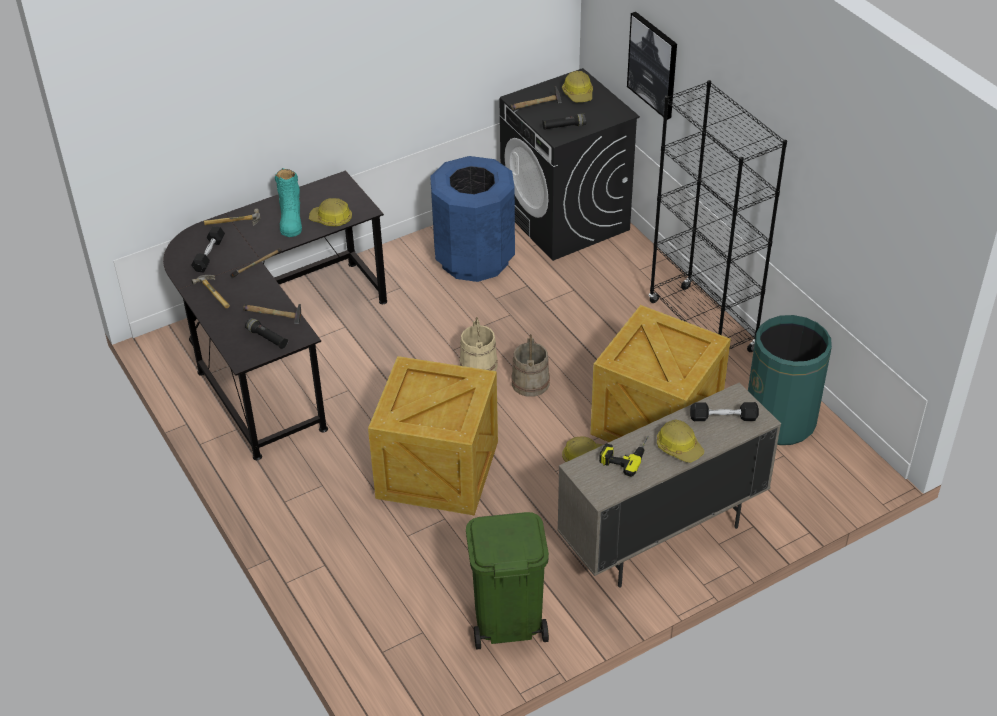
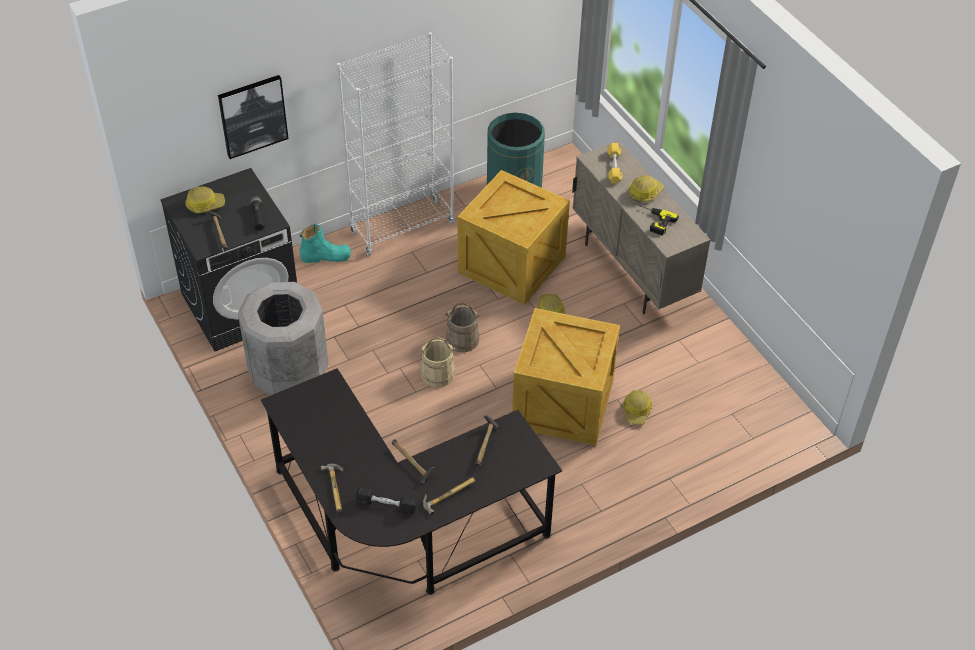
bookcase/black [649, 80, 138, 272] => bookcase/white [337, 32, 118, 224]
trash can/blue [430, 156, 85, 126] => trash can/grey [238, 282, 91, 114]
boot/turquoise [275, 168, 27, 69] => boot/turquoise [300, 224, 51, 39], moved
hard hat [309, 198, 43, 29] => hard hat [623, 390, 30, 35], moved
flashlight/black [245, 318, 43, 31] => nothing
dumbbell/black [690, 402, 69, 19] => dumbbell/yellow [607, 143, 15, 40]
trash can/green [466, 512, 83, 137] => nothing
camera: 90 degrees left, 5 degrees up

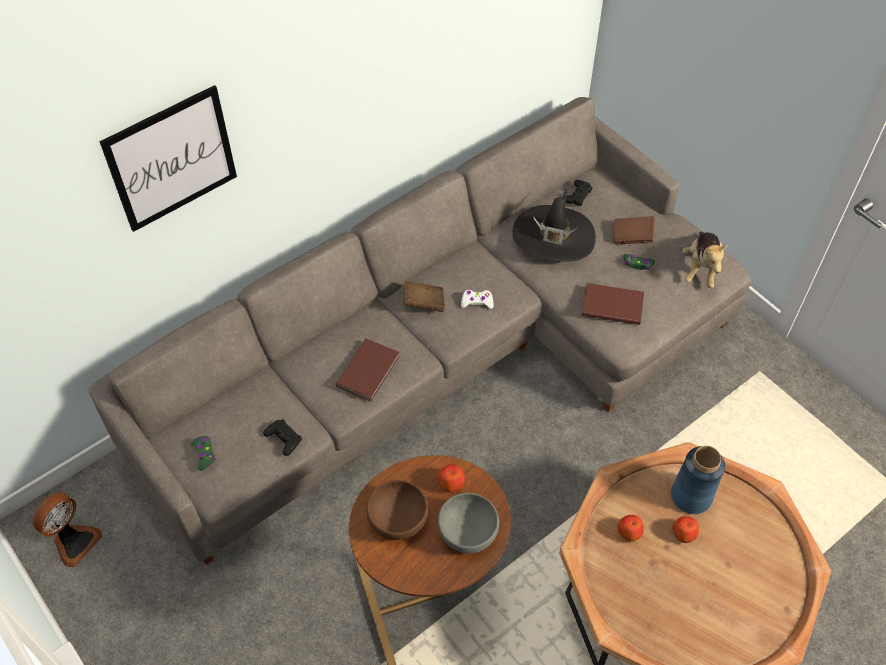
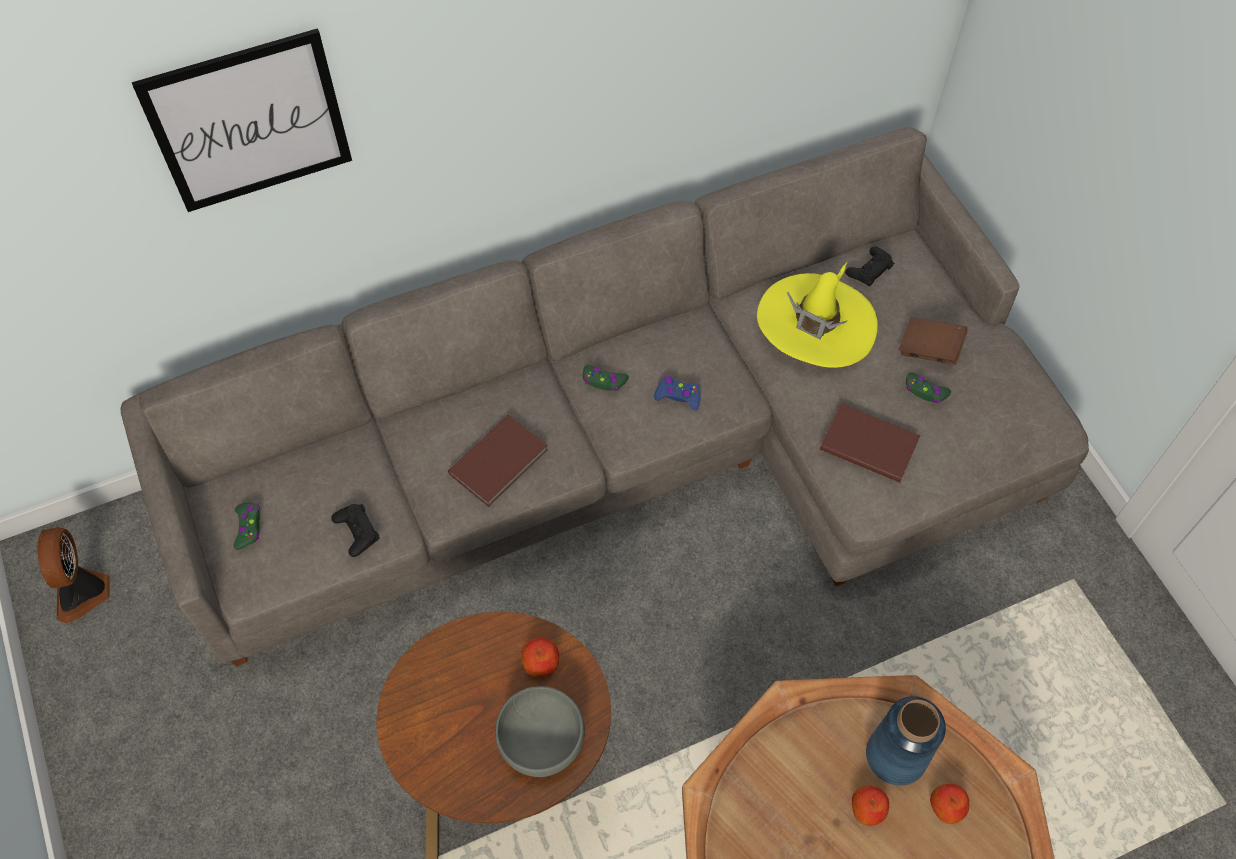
hat/black [512, 189, 84, 73] => hat/yellow [757, 261, 121, 107]
plush toy [682, 232, 46, 56] => nothing
book/brown [402, 281, 43, 31] => game controller/green [583, 365, 46, 26]
game controller/white [461, 290, 32, 19] => game controller/blue [654, 376, 47, 35]
bowl/brown [367, 480, 61, 60] => nothing
fan [33, 492, 69, 75] => fan [38, 527, 72, 96], 120 degrees clockwise
apple [617, 515, 27, 27] => apple [930, 784, 39, 40], moved
camera: 15 degrees right, 5 degrees up

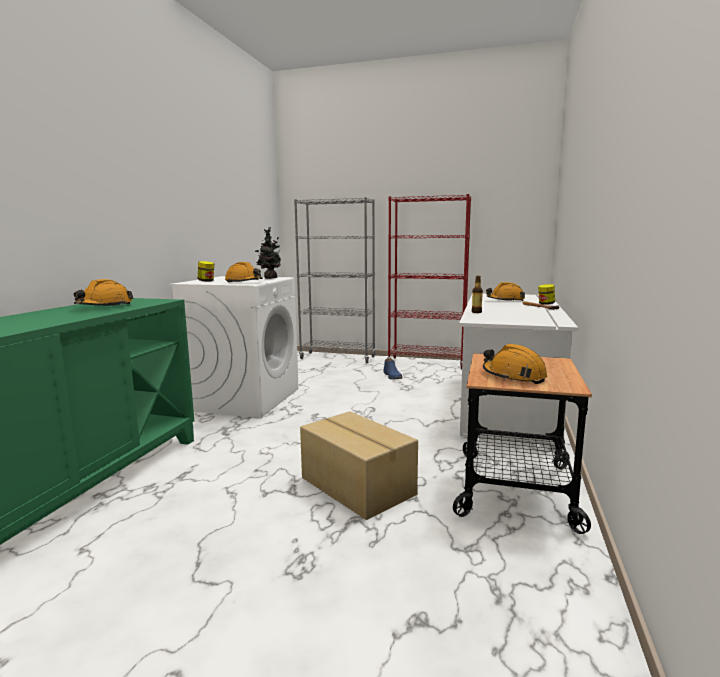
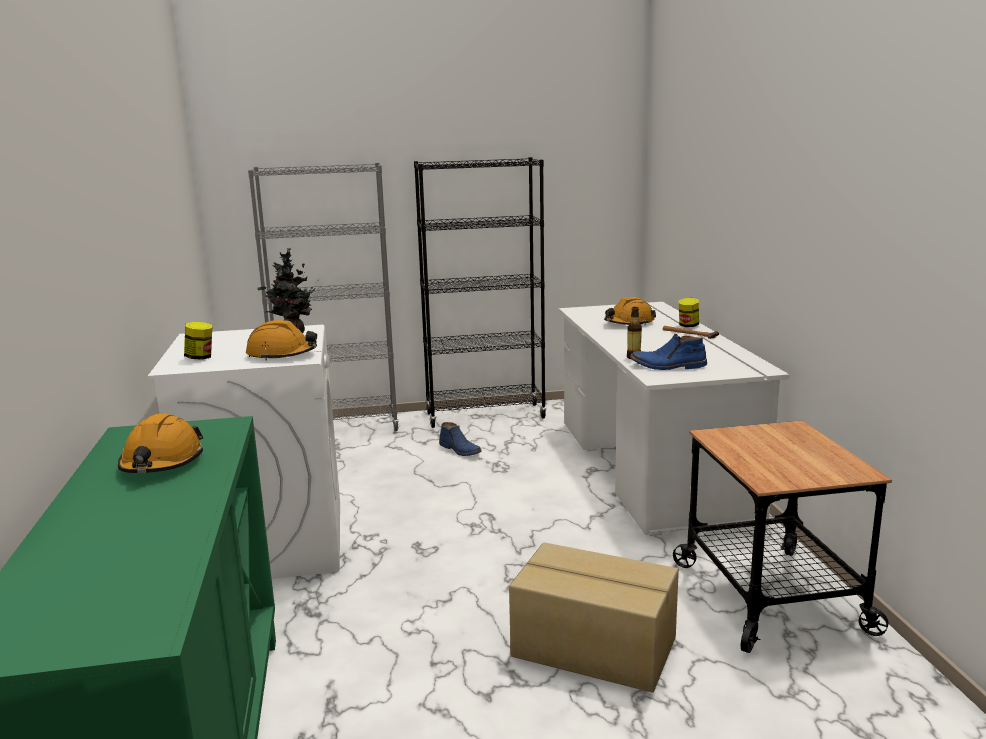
bookcase/red [387, 194, 84, 175] => bookcase/black [414, 157, 133, 271]
hard hat/orange [483, 344, 65, 40] => nothing
nothing => boot/blue [630, 334, 77, 36]
camera: 25 degrees left, 5 degrees up

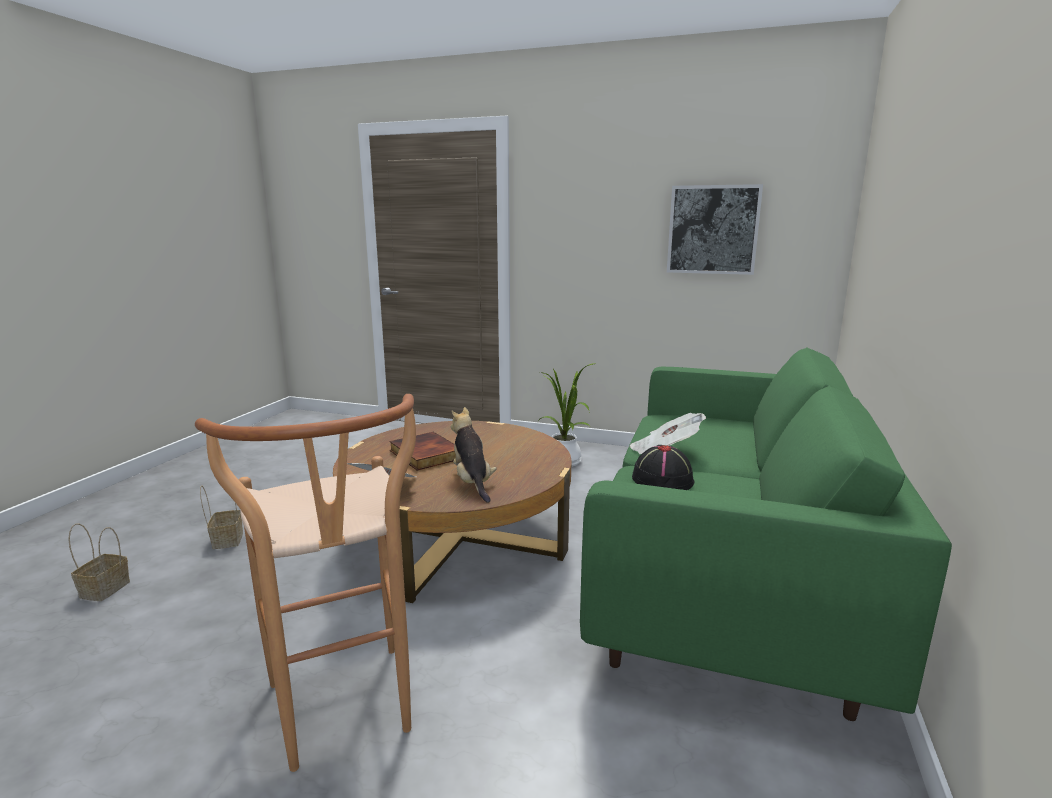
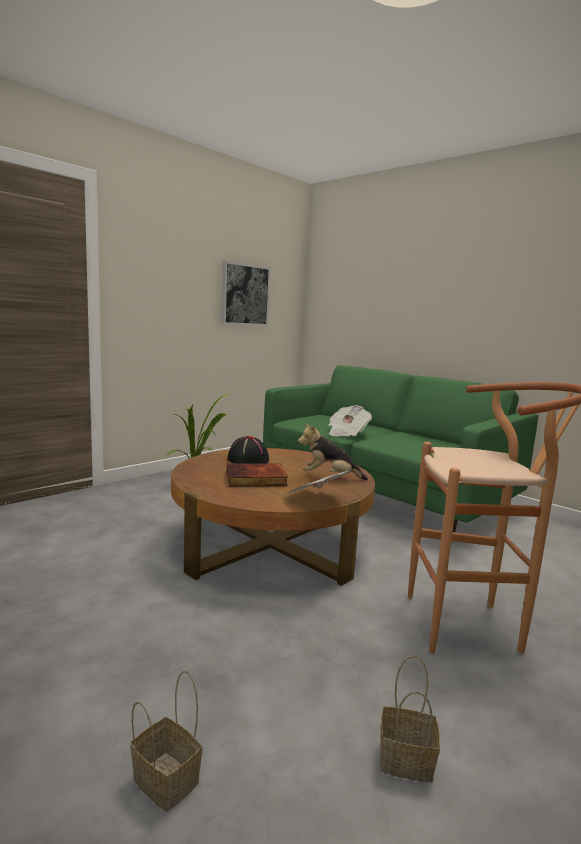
hat/black [632, 445, 62, 45] => hat/black [227, 436, 42, 27], moved
basket [200, 485, 43, 64] => basket [380, 655, 60, 128], moved
camera: 65 degrees left, 5 degrees down

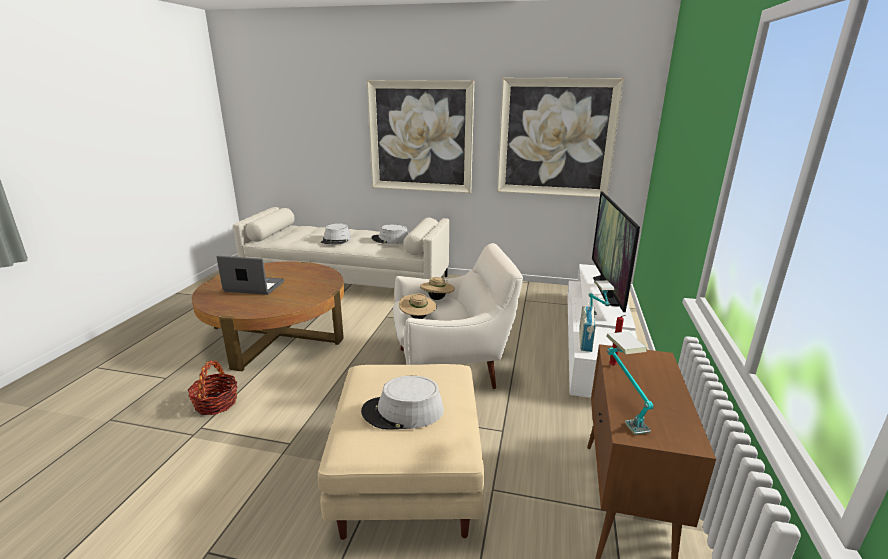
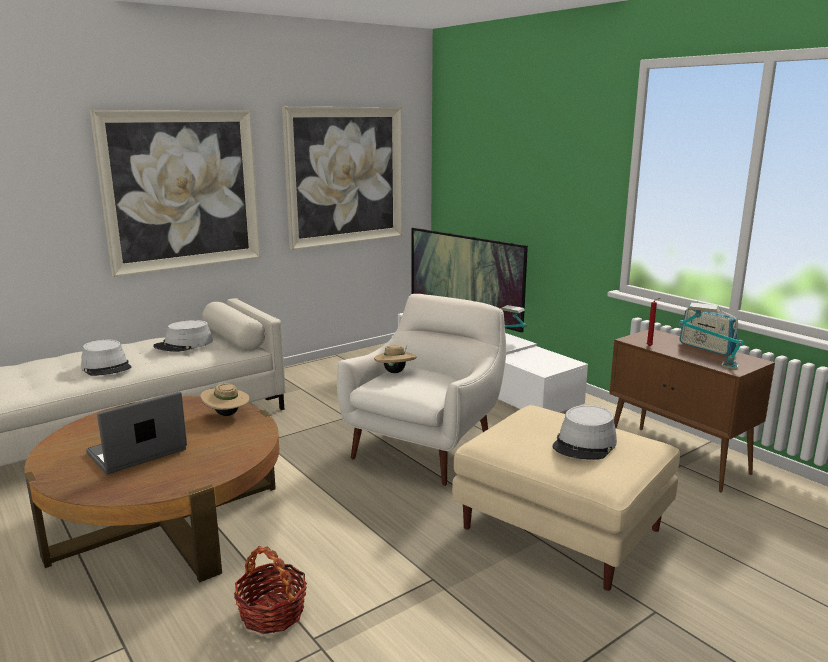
hat/beige [399, 293, 38, 26] => hat/beige [200, 383, 50, 33], moved
radio [579, 302, 17, 50] => radio [680, 301, 58, 55], moved
camera: 50 degrees left, 5 degrees down

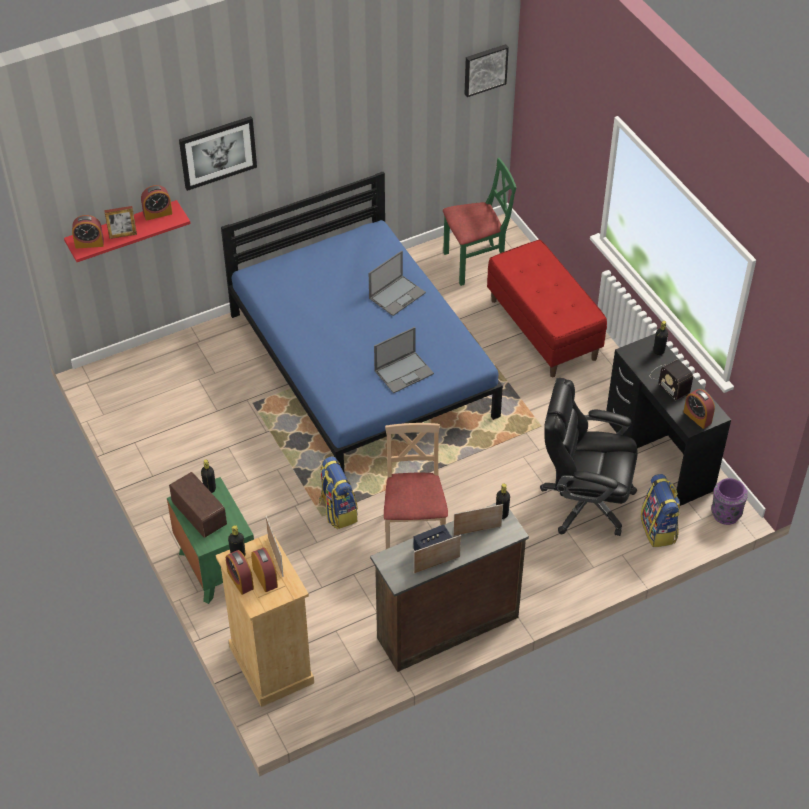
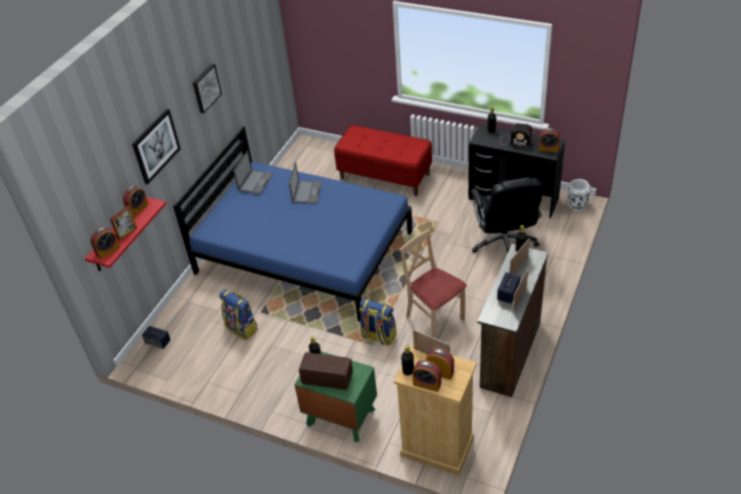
picture [465, 44, 44, 53] => picture [193, 64, 29, 49], moved
chair/green [443, 158, 73, 128] => nothing
laptop [374, 327, 60, 66] => laptop [233, 151, 40, 44], moved
office chair/black [540, 378, 98, 158] => office chair/black [471, 177, 71, 76], 75 degrees counterclockwise
backpack [641, 474, 40, 73] => backpack [219, 289, 39, 51], moved
vase/purple [711, 478, 37, 47] => vase/white [567, 179, 24, 32]
nothing => speaker [142, 326, 29, 23]
camera: 35 degrees left, 5 degrees down

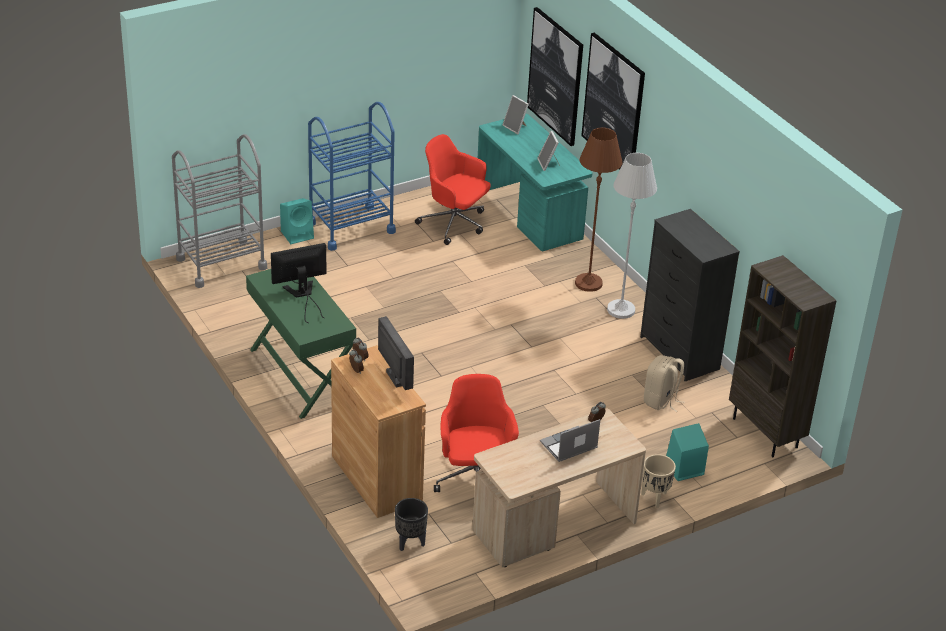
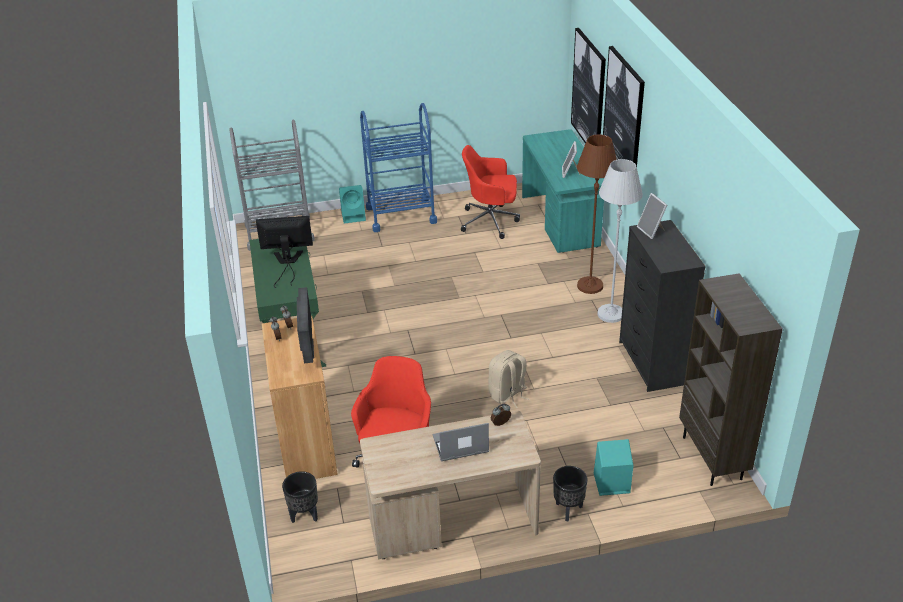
picture frame [503, 95, 26, 39] => picture frame [637, 193, 30, 46], moved
office chair/red [415, 134, 76, 111] => office chair/red [461, 145, 59, 94], 45 degrees counterclockwise
backpack/beige [644, 355, 41, 57] => backpack/beige [489, 350, 41, 58], moved
planter/beige [641, 454, 35, 54] => planter/black [553, 466, 34, 56]
camera: 20 degrees right, 0 degrees up

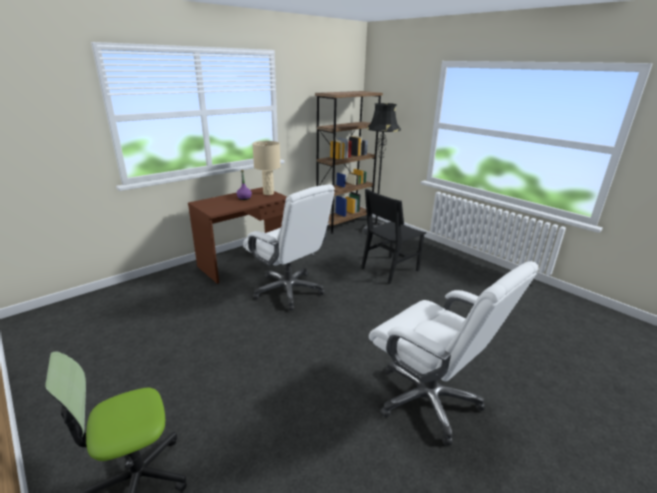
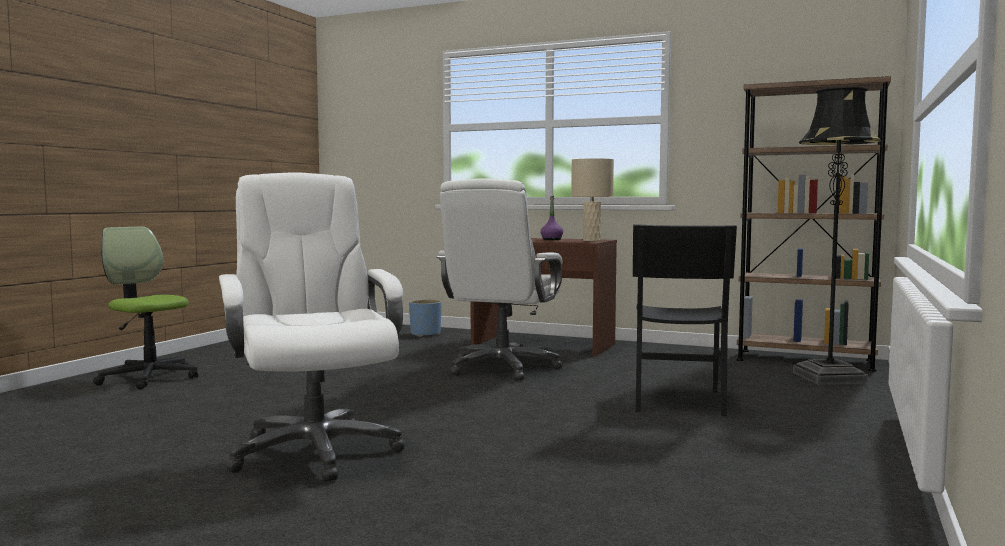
chair/black [361, 189, 65, 95] => chair/black [633, 224, 104, 192], 105 degrees counterclockwise
office chair/white [369, 261, 170, 184] => office chair/white [219, 172, 186, 310], 135 degrees clockwise
nothing => planter/blue [409, 299, 33, 38]
camera: 65 degrees right, 20 degrees down

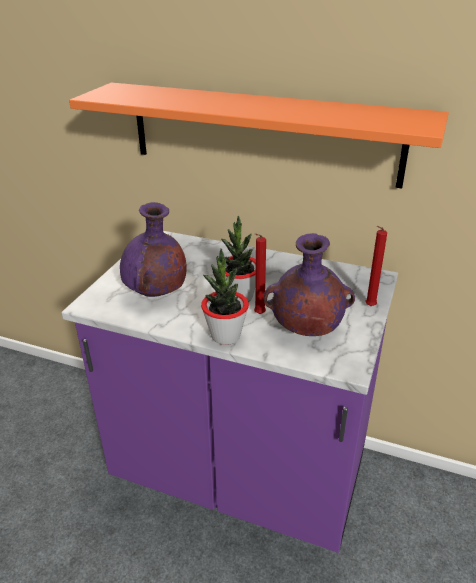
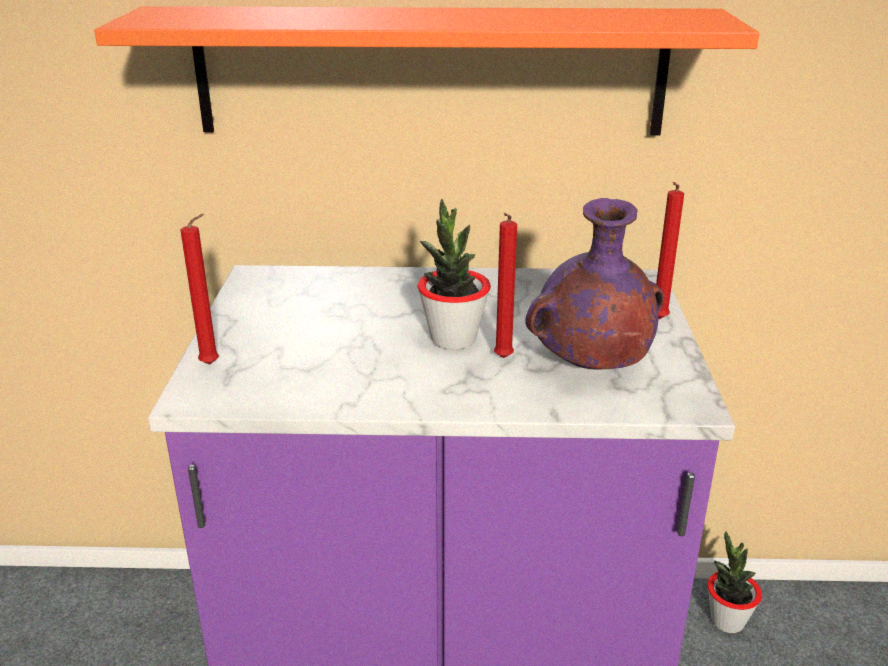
vase/purple [120, 202, 67, 95] => nothing
potted plant [201, 248, 48, 97] => potted plant [708, 531, 54, 102], moved
nothing => candle/red [180, 214, 39, 151]
camera: 20 degrees left, 5 degrees down

